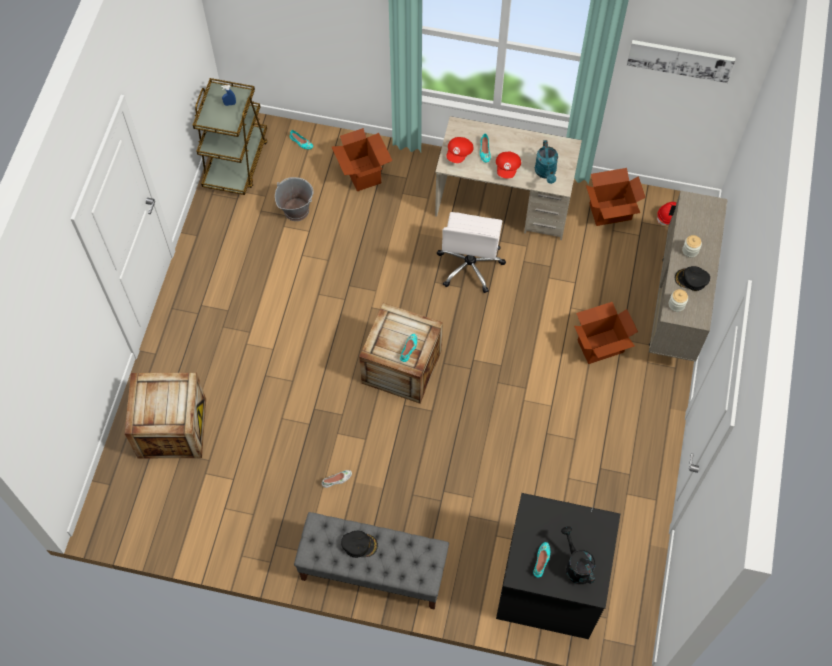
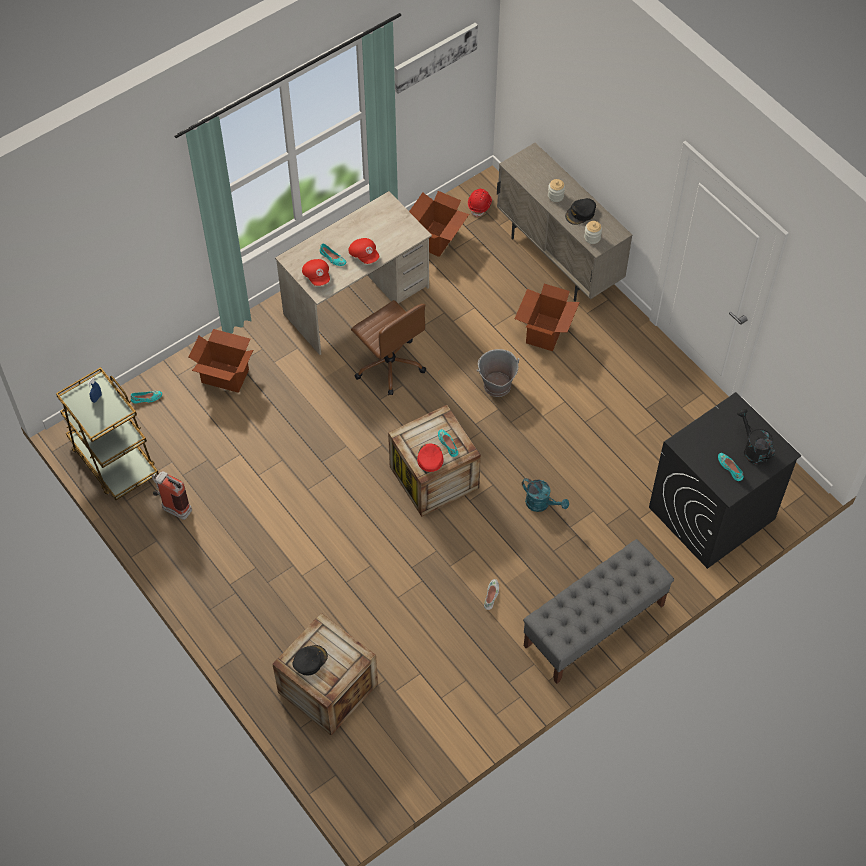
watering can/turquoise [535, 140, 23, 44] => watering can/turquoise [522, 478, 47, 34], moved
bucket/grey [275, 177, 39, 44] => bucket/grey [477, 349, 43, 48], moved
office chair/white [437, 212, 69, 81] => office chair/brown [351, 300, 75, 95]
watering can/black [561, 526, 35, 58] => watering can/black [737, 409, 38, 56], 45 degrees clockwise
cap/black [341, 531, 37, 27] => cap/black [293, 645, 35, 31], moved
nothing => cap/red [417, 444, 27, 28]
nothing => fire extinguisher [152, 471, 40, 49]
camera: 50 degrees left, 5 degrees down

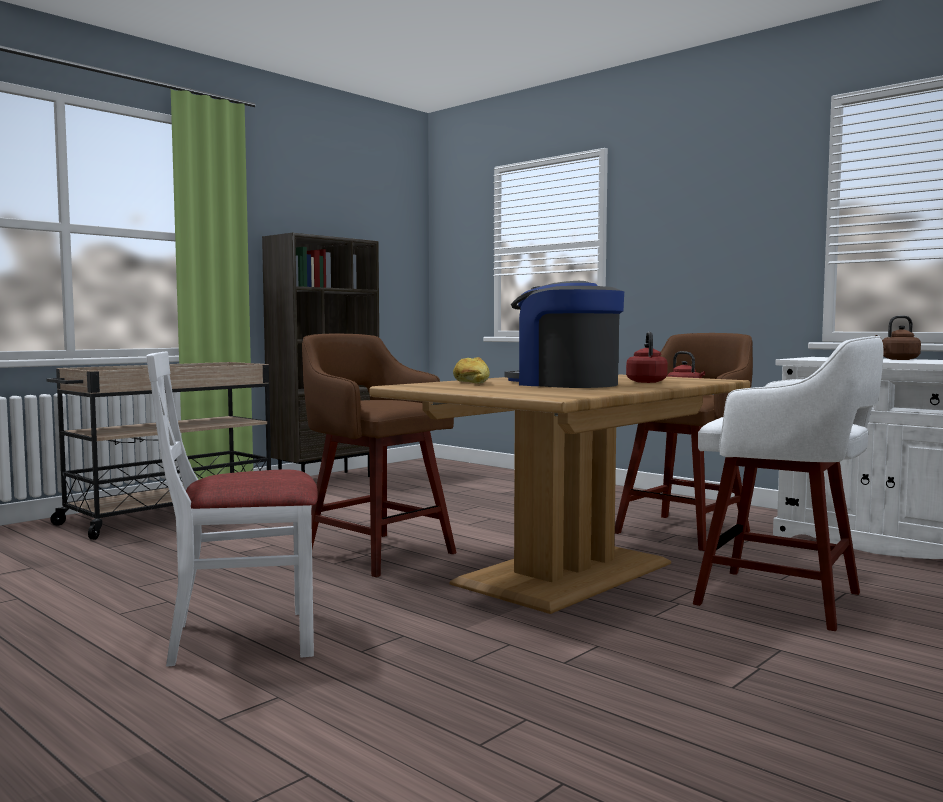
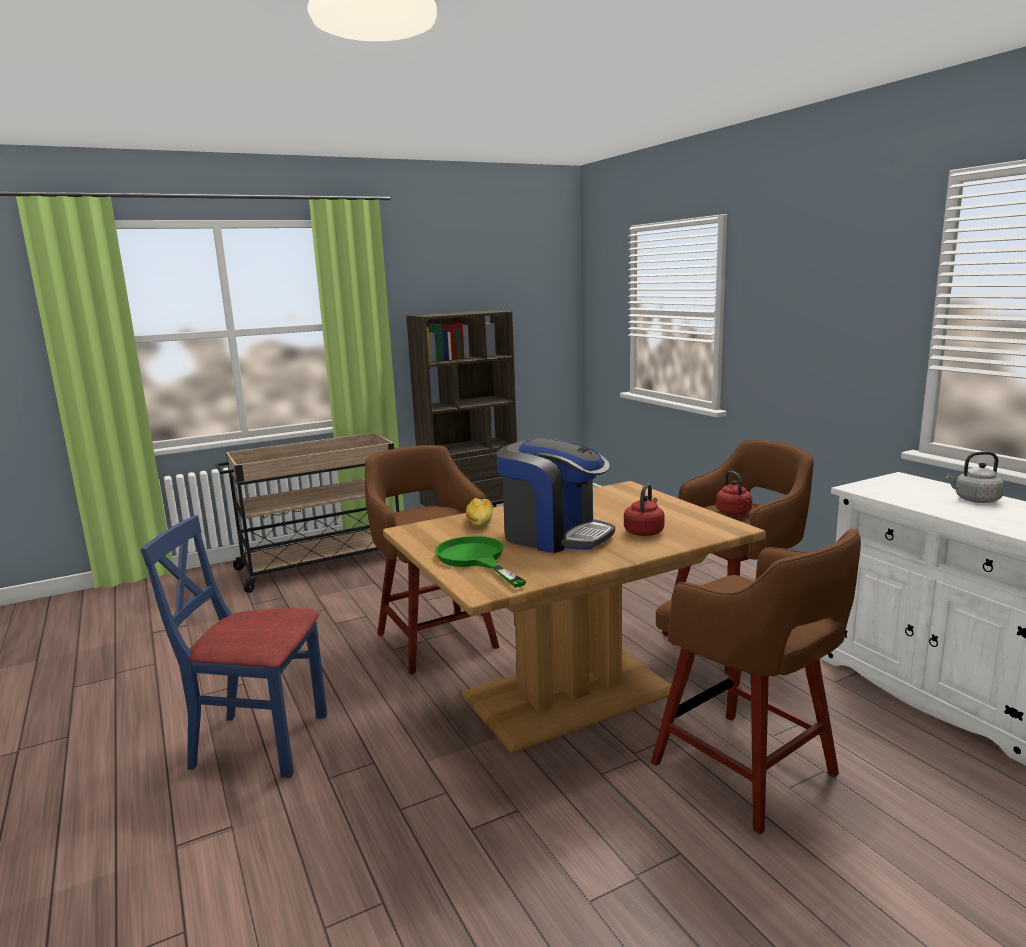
coffee machine [504, 281, 120, 107] => coffee machine [497, 438, 118, 115], 150 degrees clockwise
kettle/brown [875, 316, 46, 44] => kettle/grey [946, 452, 58, 51]
stool/white [693, 336, 191, 295] => stool/brown [651, 529, 210, 306]
chair/white [146, 351, 172, 316] => chair/blue [140, 515, 187, 263]
nothing => frying pan/green [435, 536, 91, 52]
camera: 20 degrees right, 10 degrees up

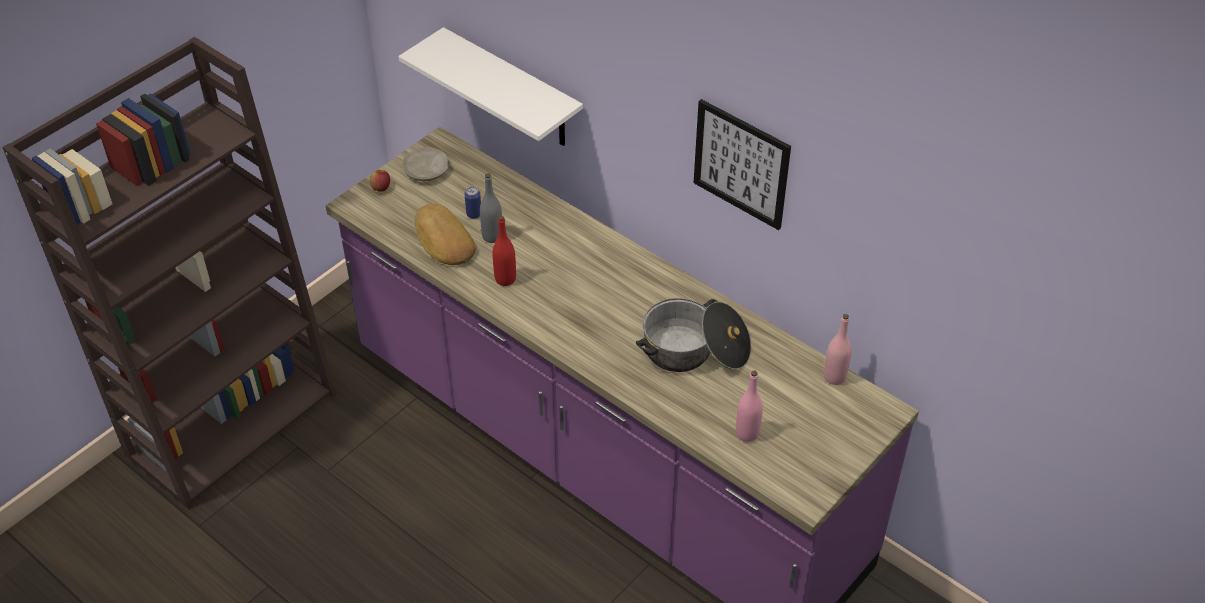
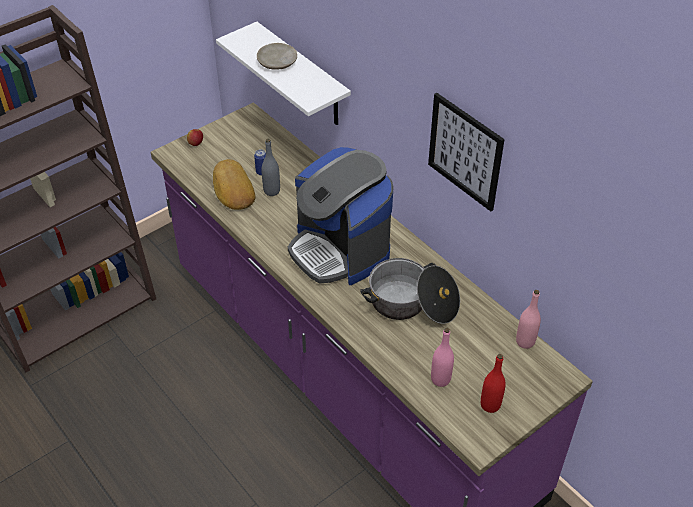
plate/beige [402, 147, 47, 34] => plate/beige [257, 43, 40, 27], moved
bottle/red [492, 216, 24, 70] => bottle/red [481, 354, 25, 59], moved
nothing => coffee machine [288, 147, 105, 138]
camera: 10 degrees right, 0 degrees up

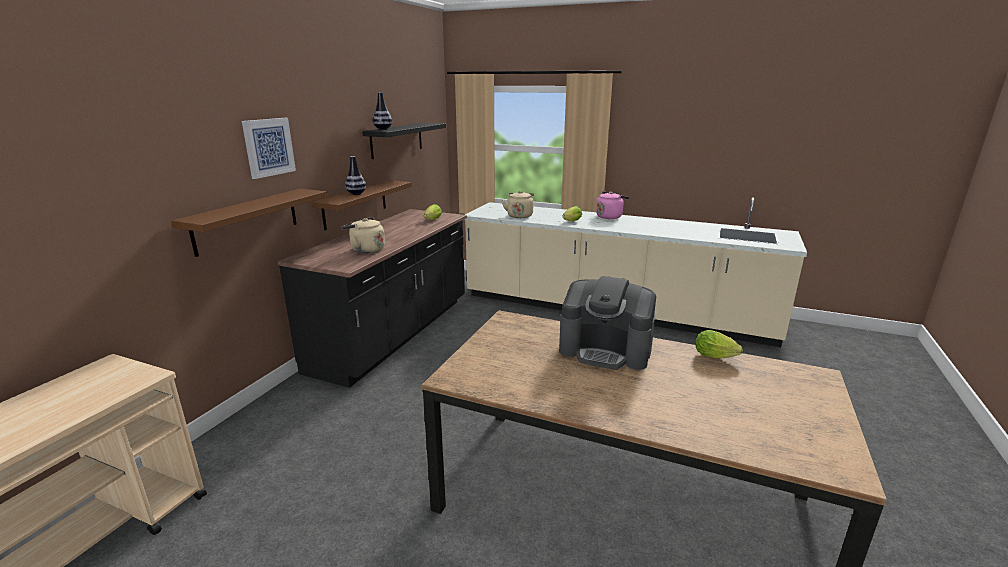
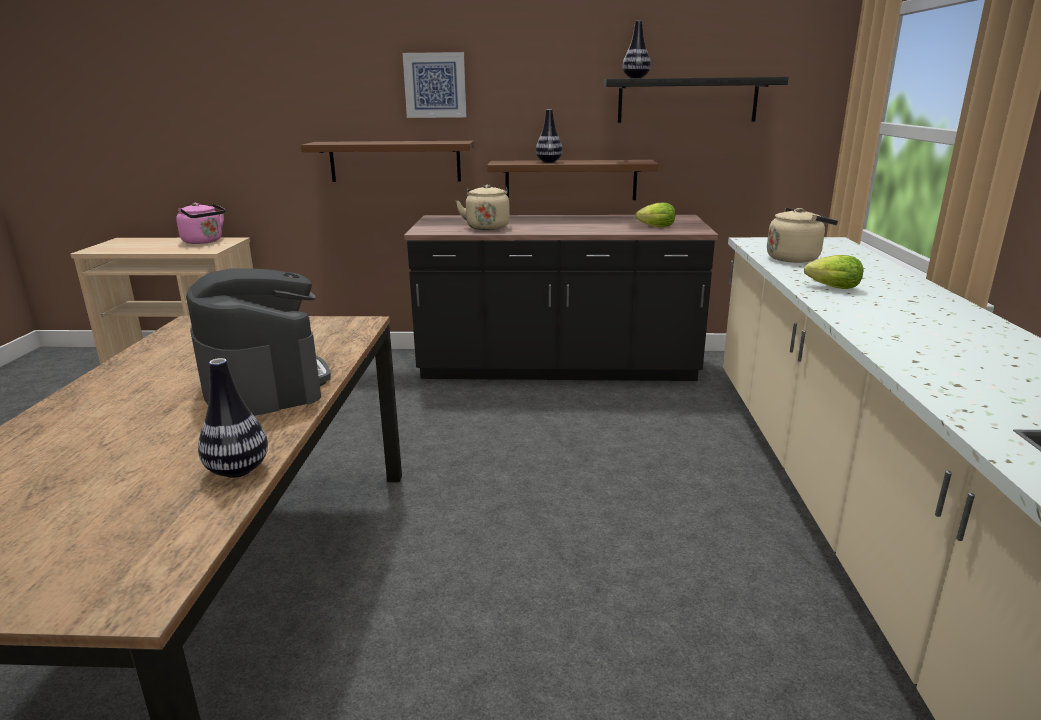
kettle/pink [596, 192, 33, 27] => kettle/pink [176, 203, 49, 41], moved
coffee machine [559, 276, 97, 94] => coffee machine [186, 268, 145, 148], 150 degrees clockwise
lettuce [696, 330, 47, 29] => vase [198, 358, 70, 120]
camera: 70 degrees right, 0 degrees up

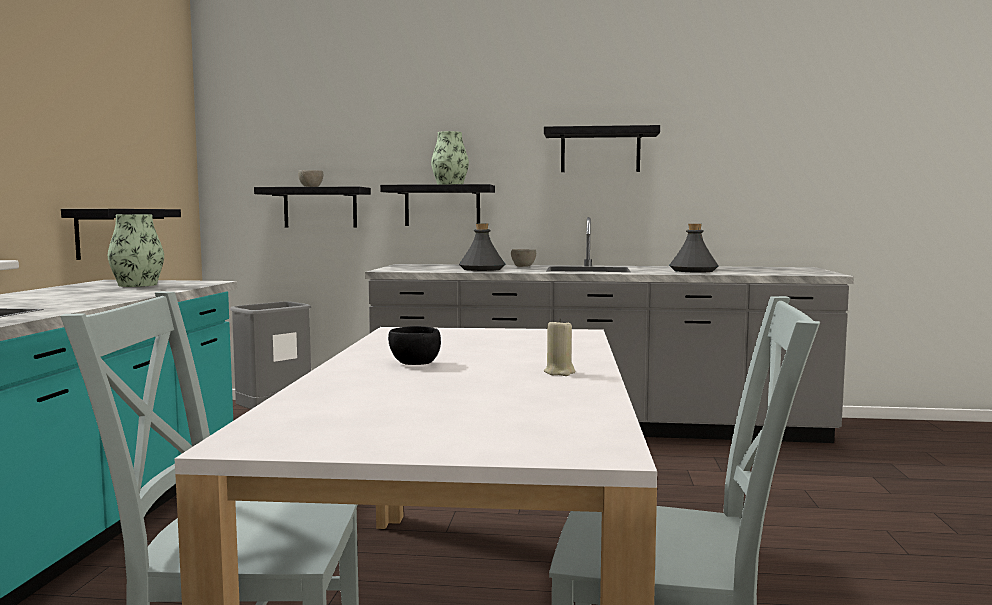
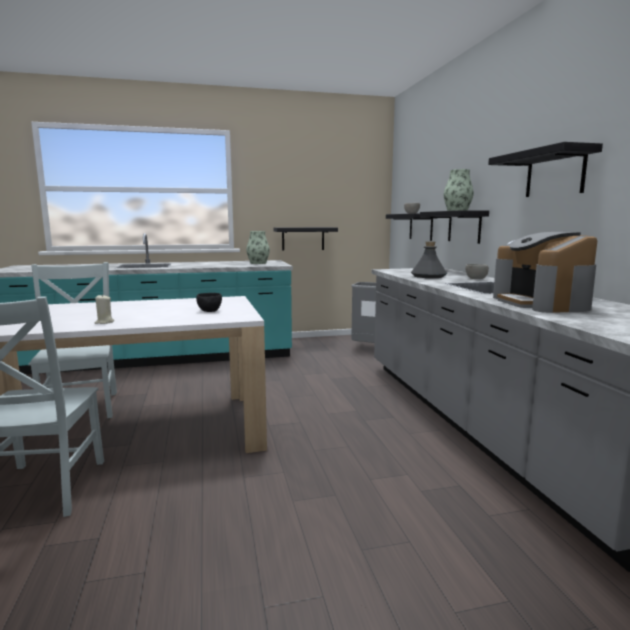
bottle/grey [669, 224, 50, 48] => coffee machine [493, 232, 104, 81]
bowl/black [388, 326, 53, 39] => bowl/black [196, 293, 26, 19], moved
camera: 70 degrees right, 5 degrees up

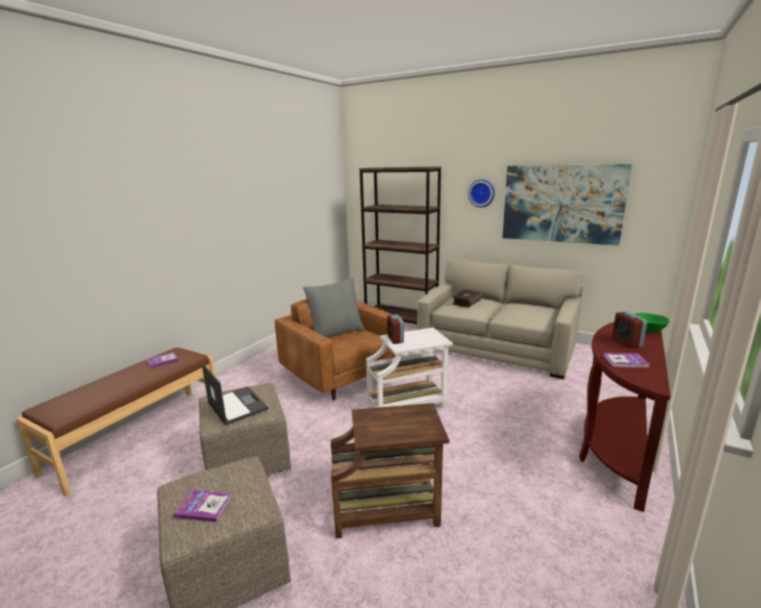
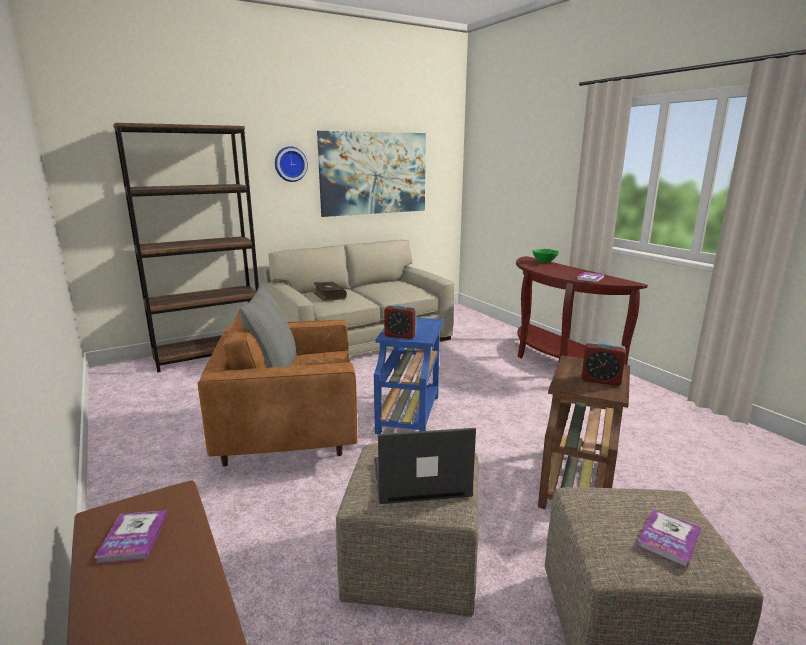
alarm clock [612, 312, 35, 36] => alarm clock [581, 342, 45, 44], moved
side table/white [366, 328, 87, 80] => side table/blue [374, 318, 70, 116]
camera: 60 degrees left, 0 degrees up

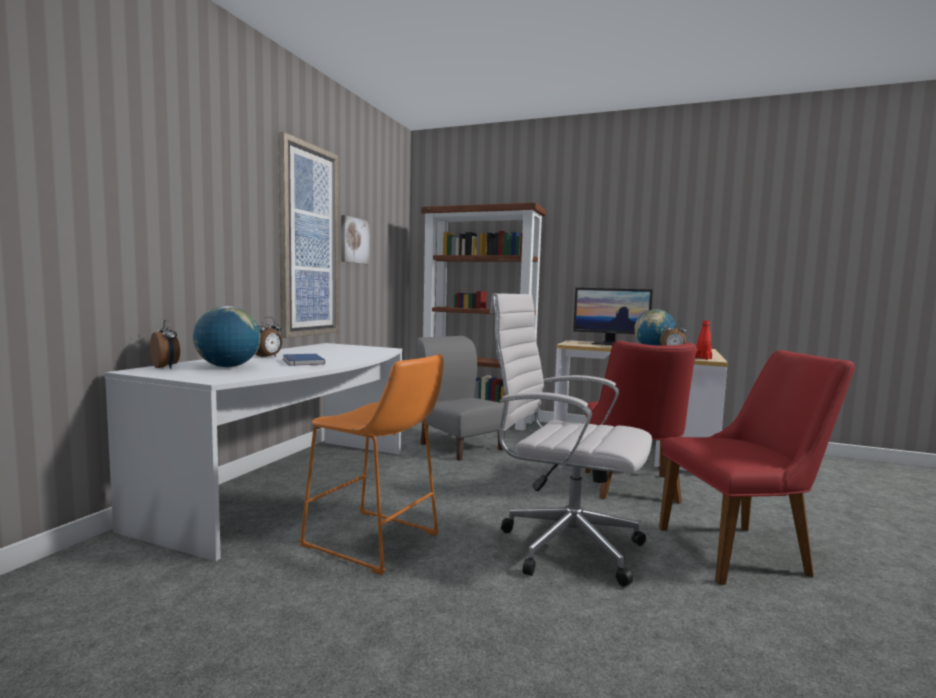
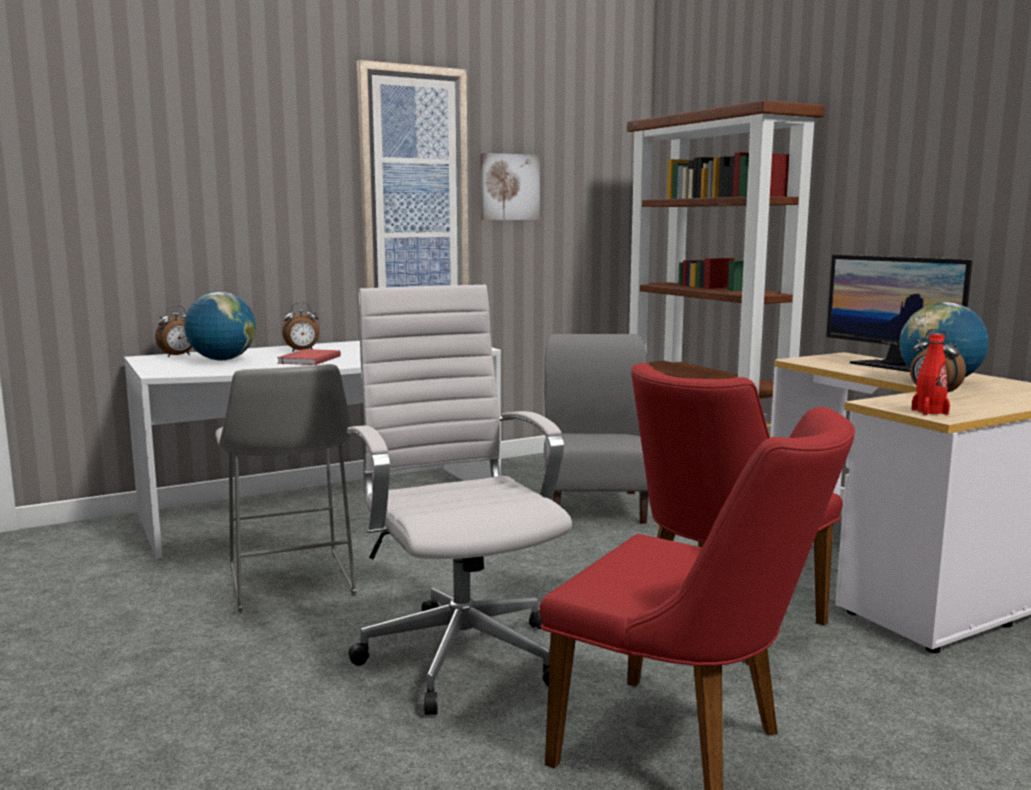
alarm clock [150, 319, 30, 50] => alarm clock [155, 305, 37, 52], 60 degrees clockwise
book/blue [283, 354, 42, 12] => book/red [277, 349, 64, 16]
stool/orange [299, 354, 145, 221] => stool/grey [215, 364, 141, 249]
camera: 40 degrees right, 5 degrees up

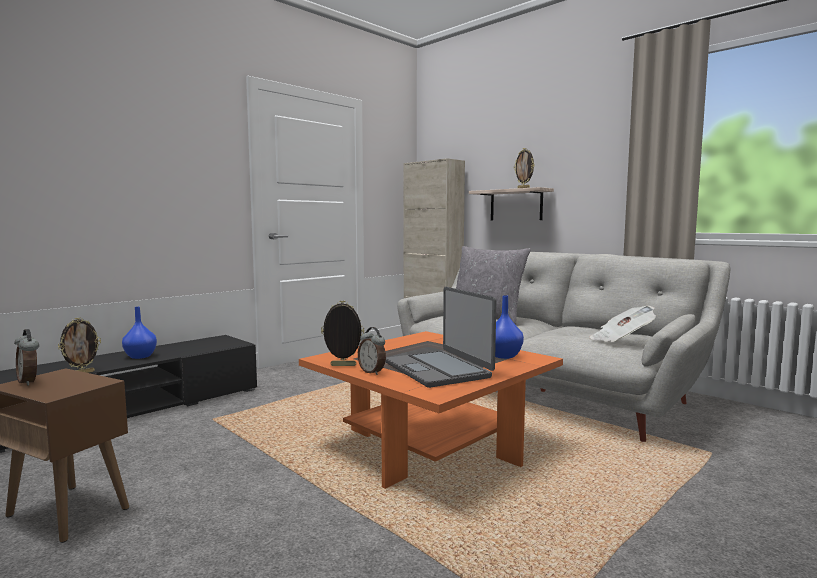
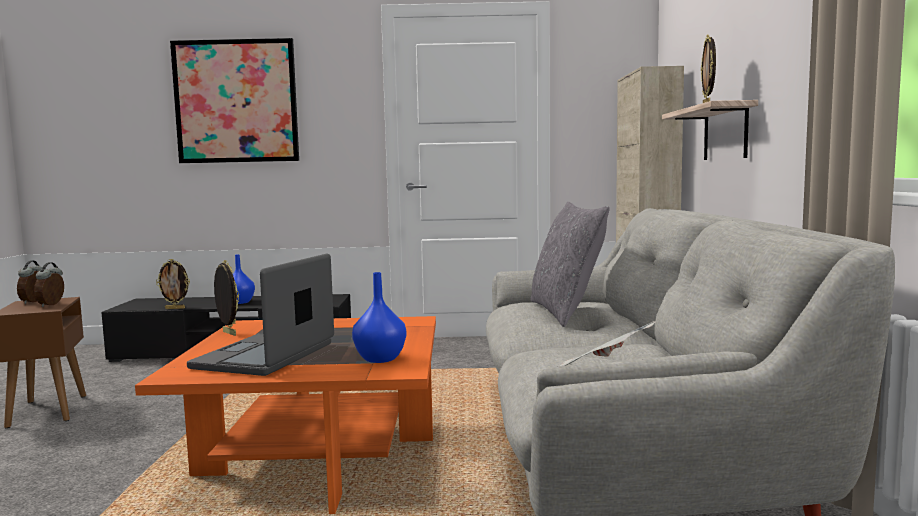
alarm clock [358, 327, 28, 48] => alarm clock [34, 262, 30, 45], moved
nothing => picture [170, 38, 129, 125]
camera: 45 degrees right, 0 degrees up

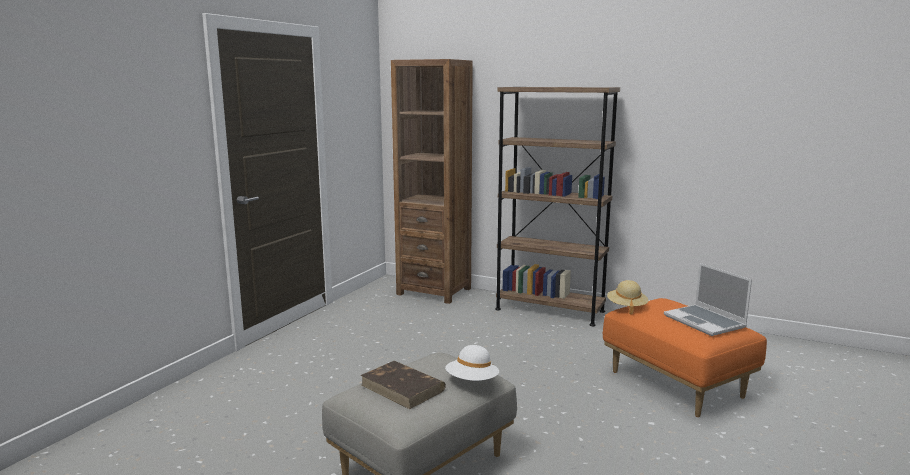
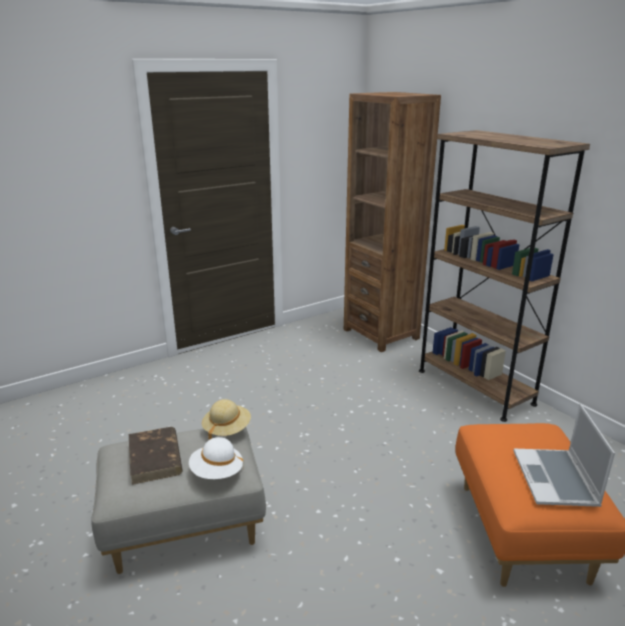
hat/beige [607, 280, 42, 35] => hat/beige [202, 399, 49, 41], moved
camera: 30 degrees right, 10 degrees up

